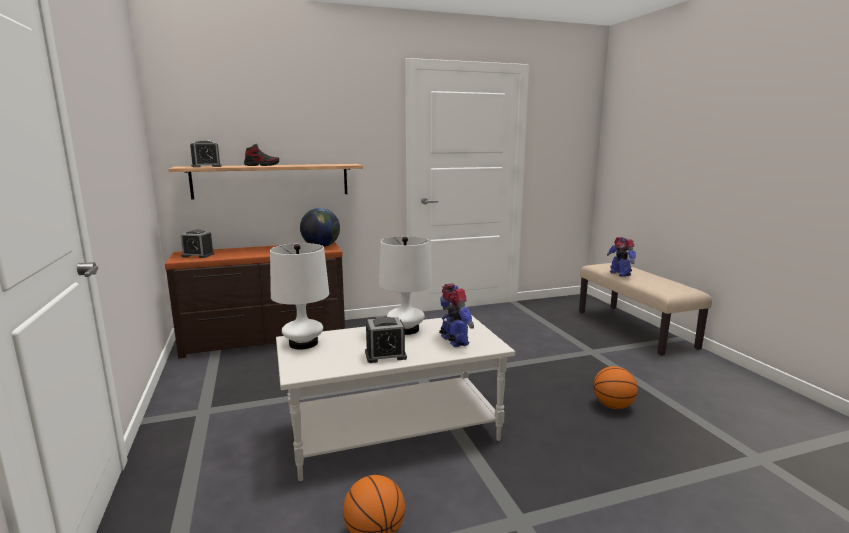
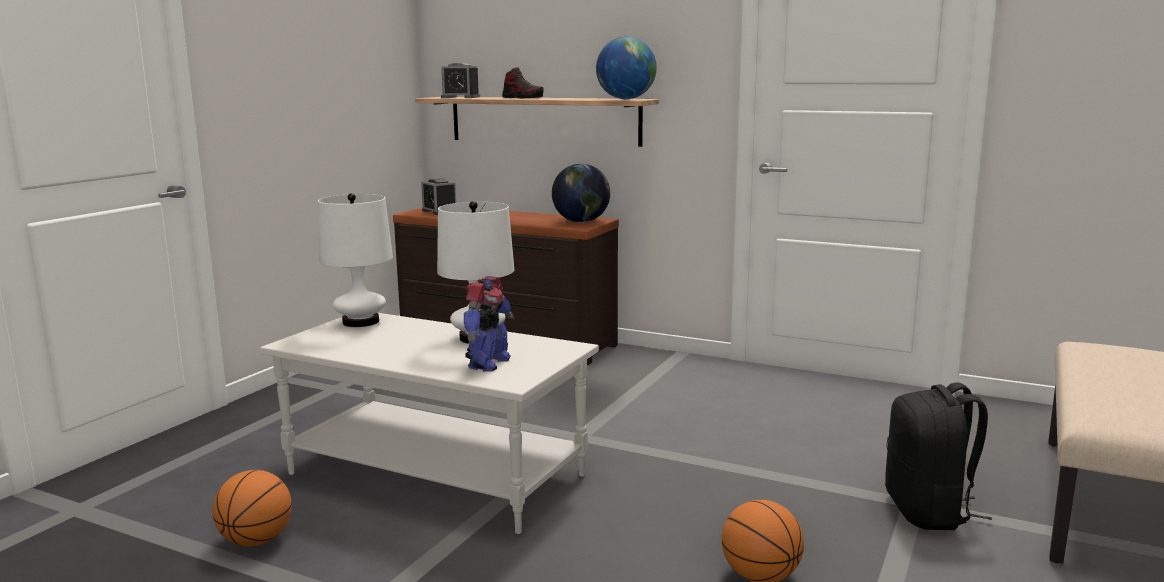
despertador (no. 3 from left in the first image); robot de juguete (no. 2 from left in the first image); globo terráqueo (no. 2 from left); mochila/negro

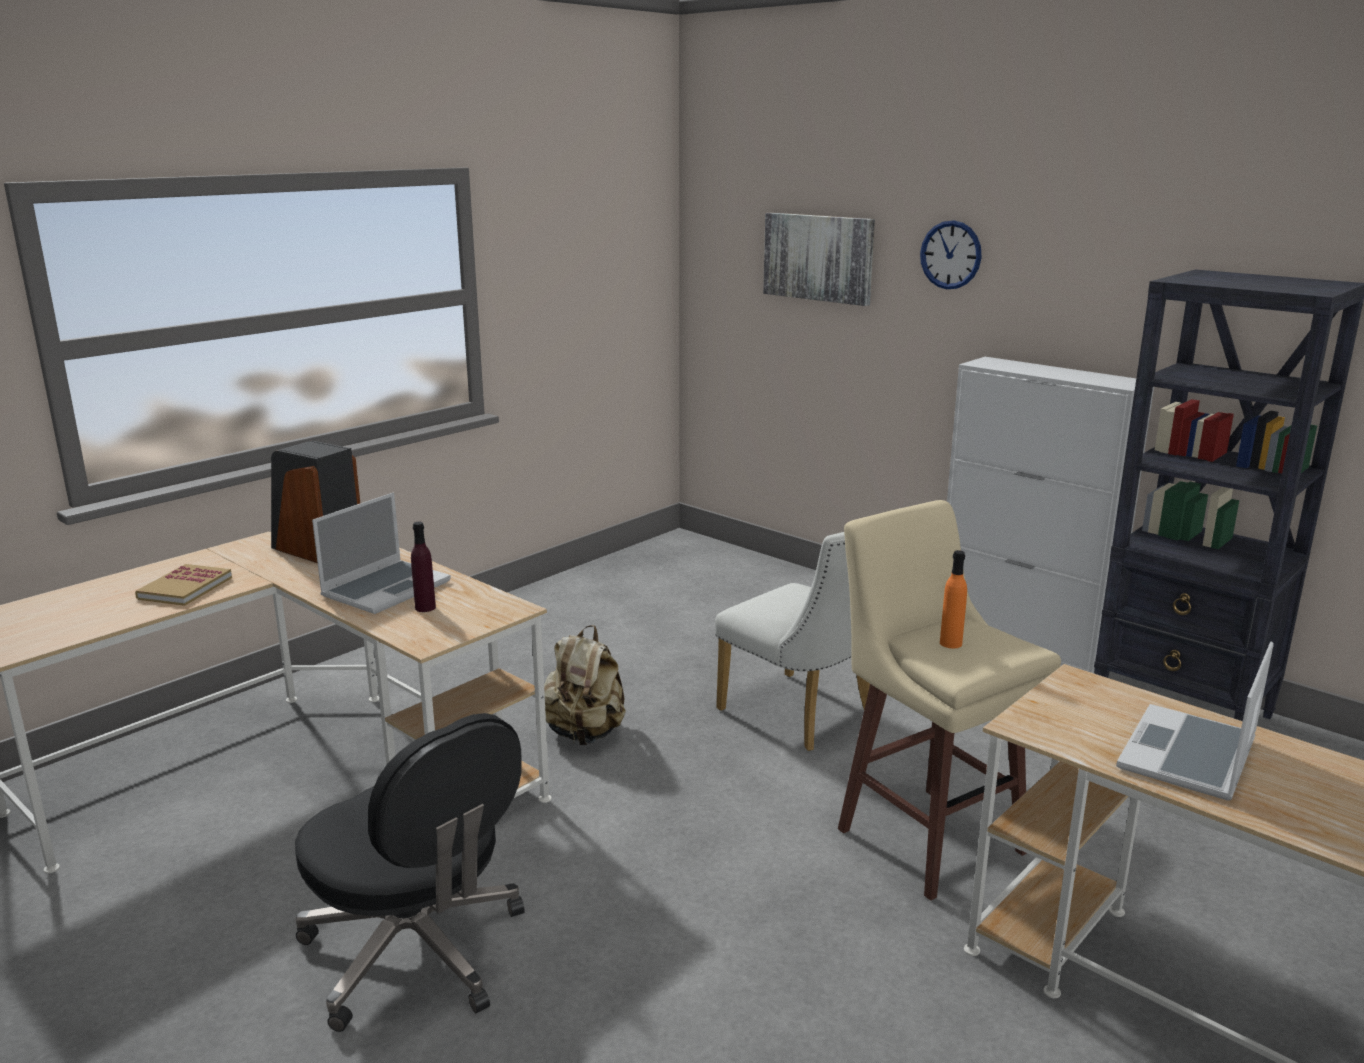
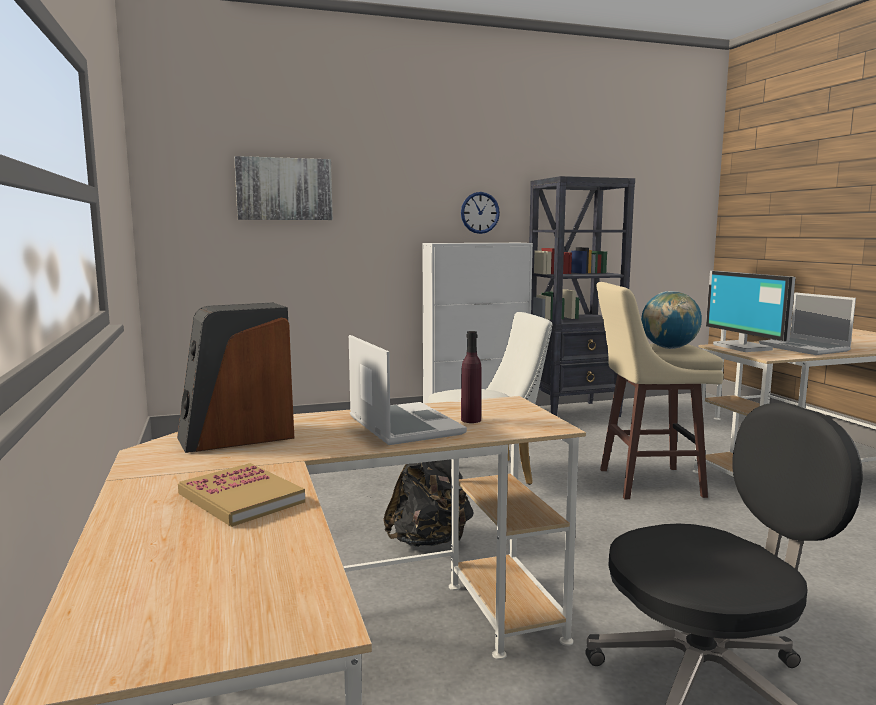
mochila/negro; reloj de pared; globo terráqueo; monitor

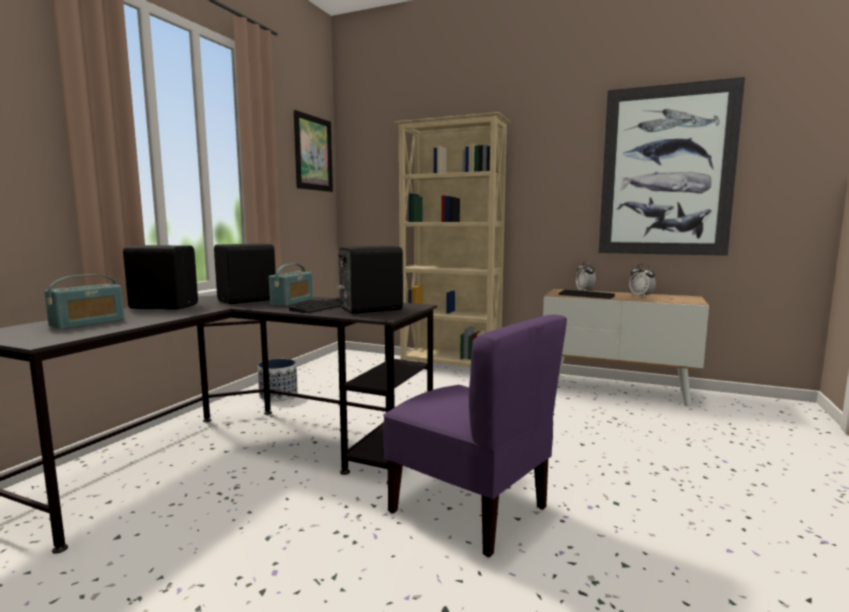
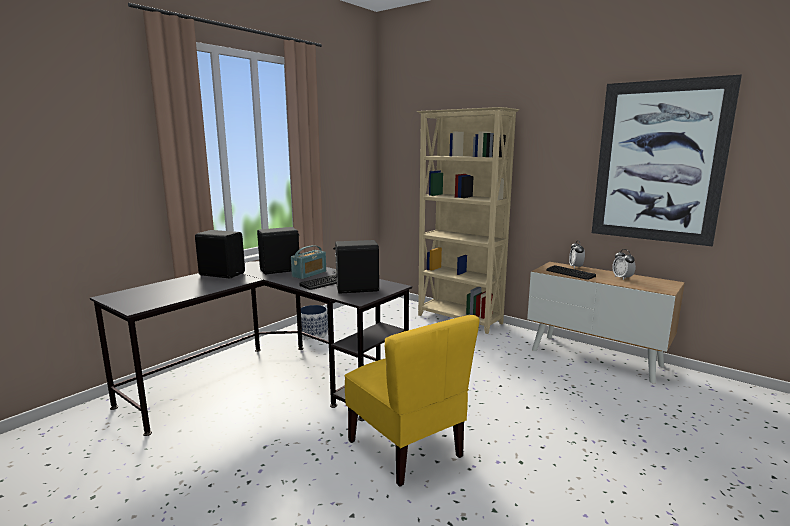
radio (no. 1 from left in the first image); cuadro (no. 1 from left in the first image); silla/amarillo

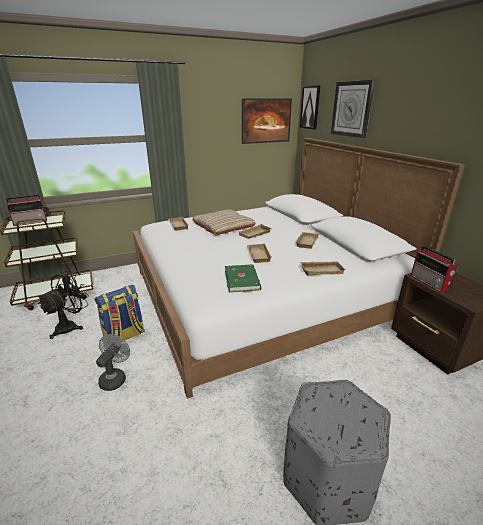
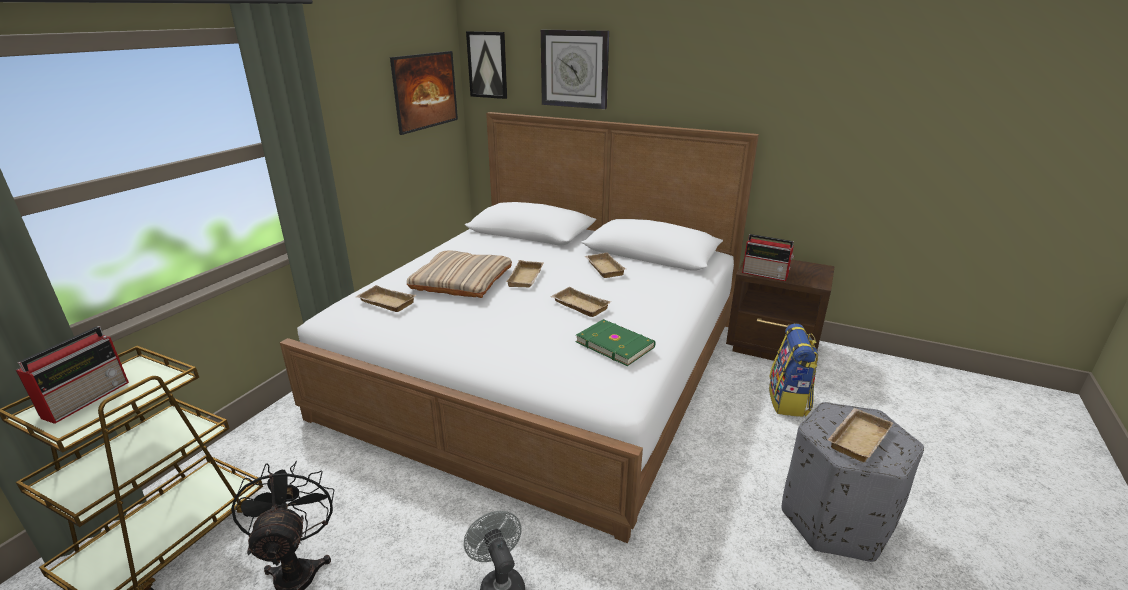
mochila; bandeja/beis (no. 5 from left)

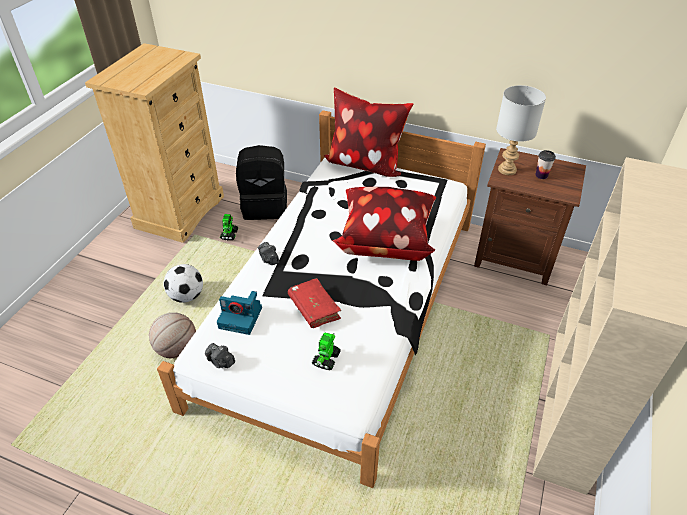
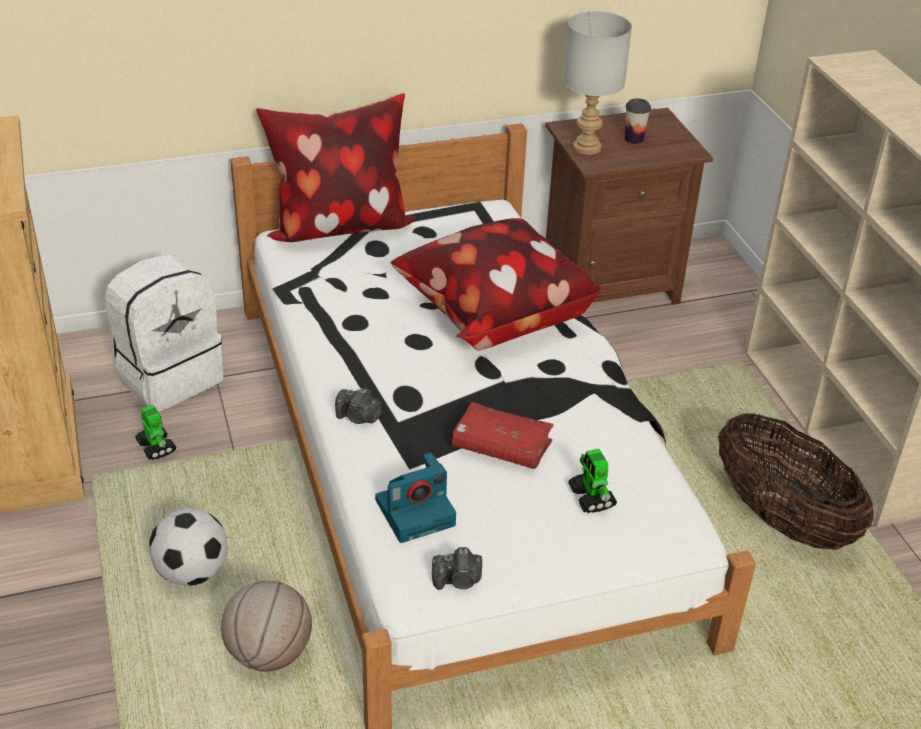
mochila/blanco; cesta

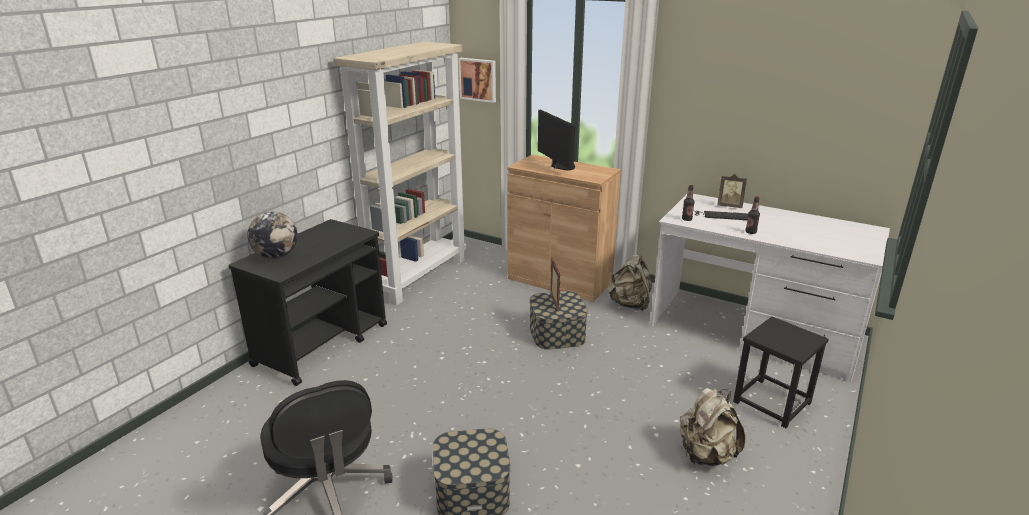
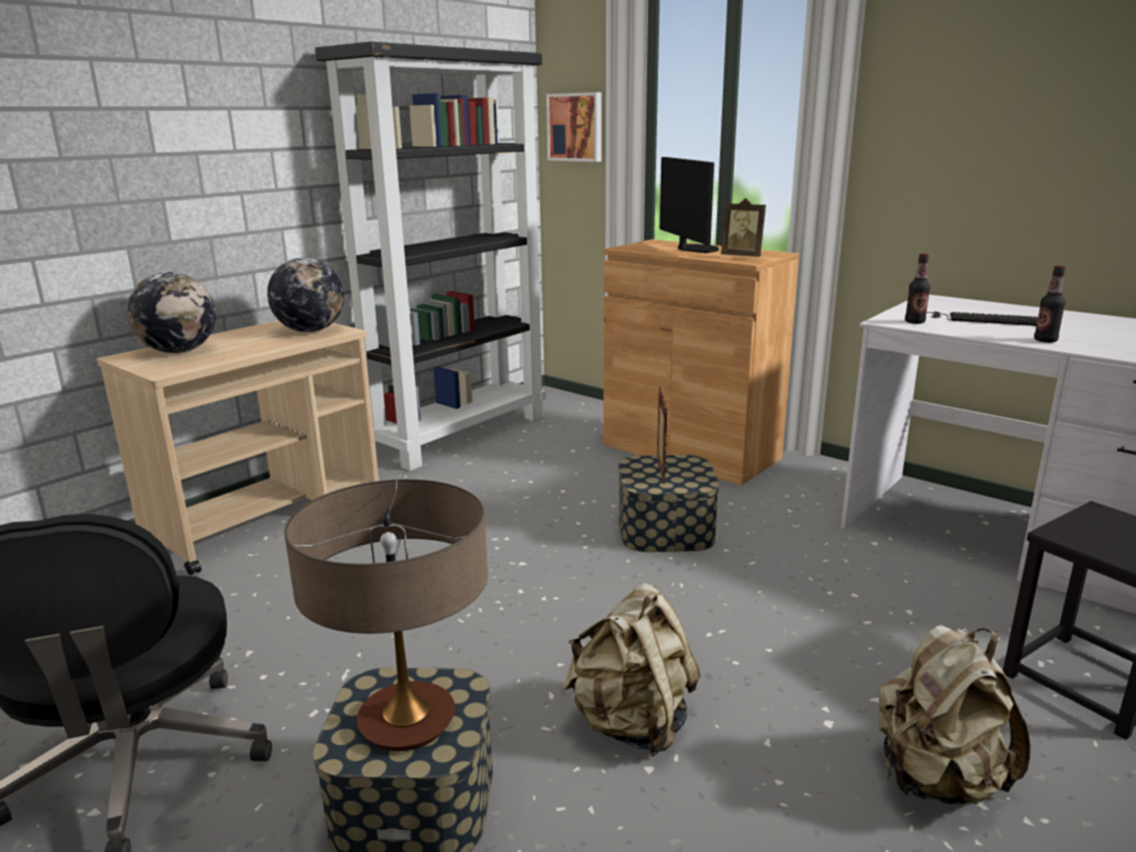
carrito/beis; estantería/negro; mochila/beis (no. 1 from left); portarretratos (no. 2 from left); globo terráqueo (no. 2 from left); lámpara de mesa

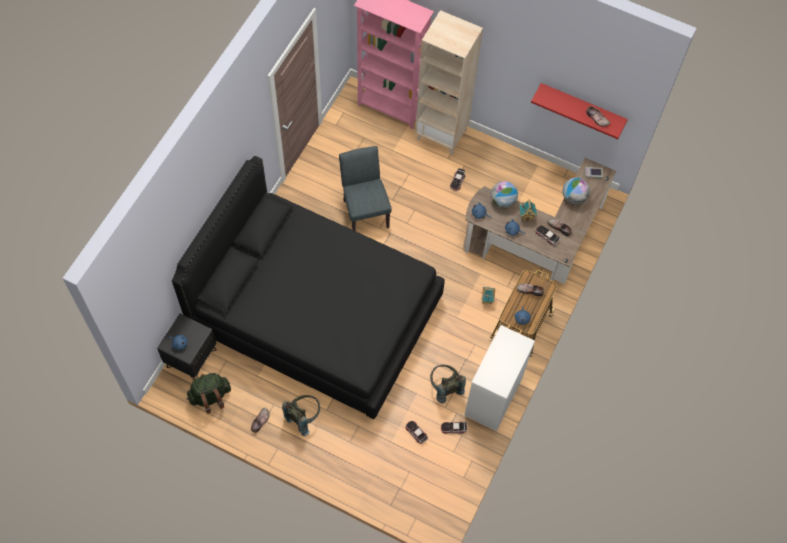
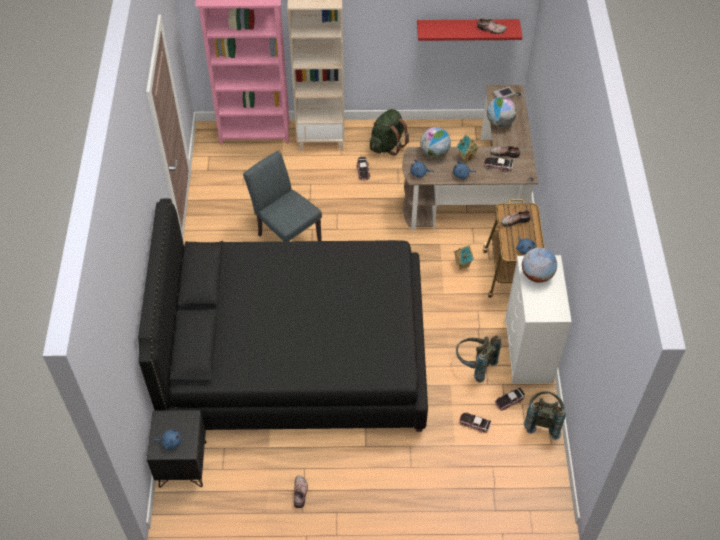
mochila/verde; mochila/gris (no. 2 from left); globo terráqueo (no. 3 from left)

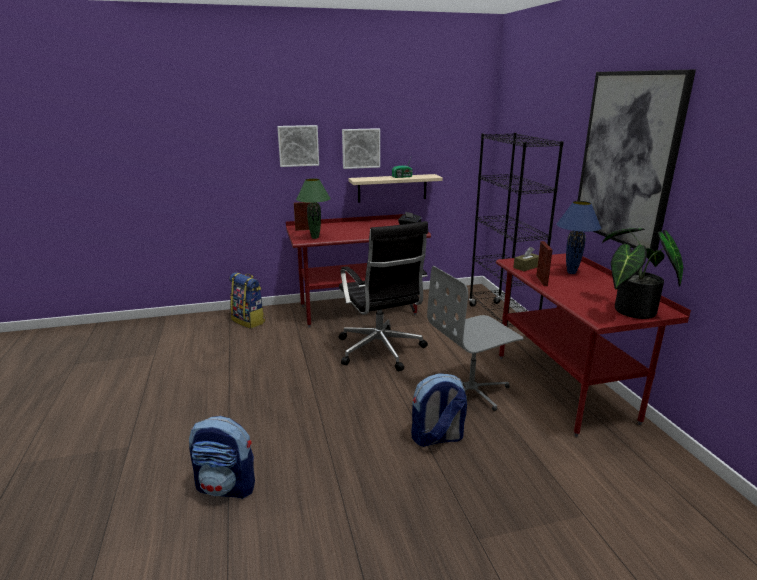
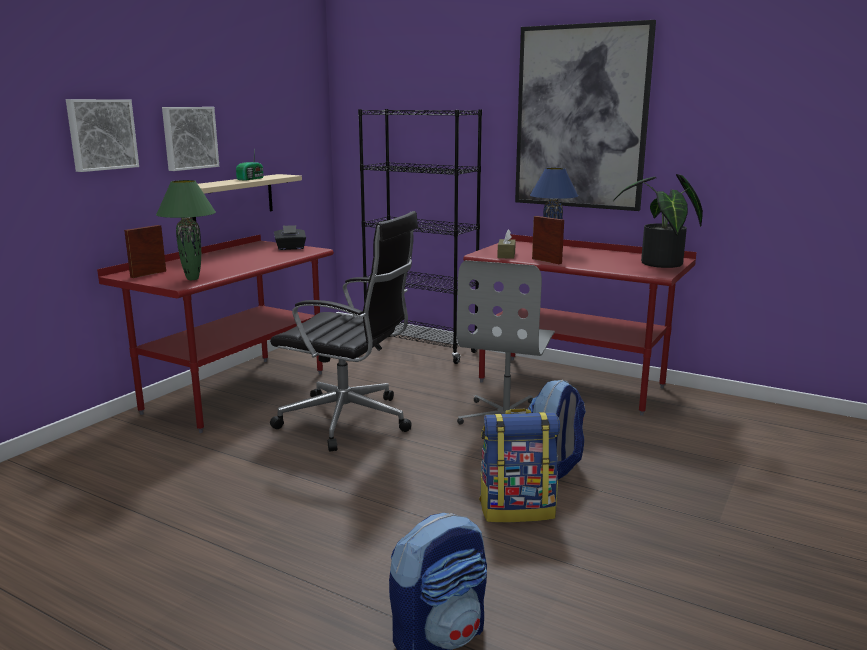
mochila (no. 2 from left)

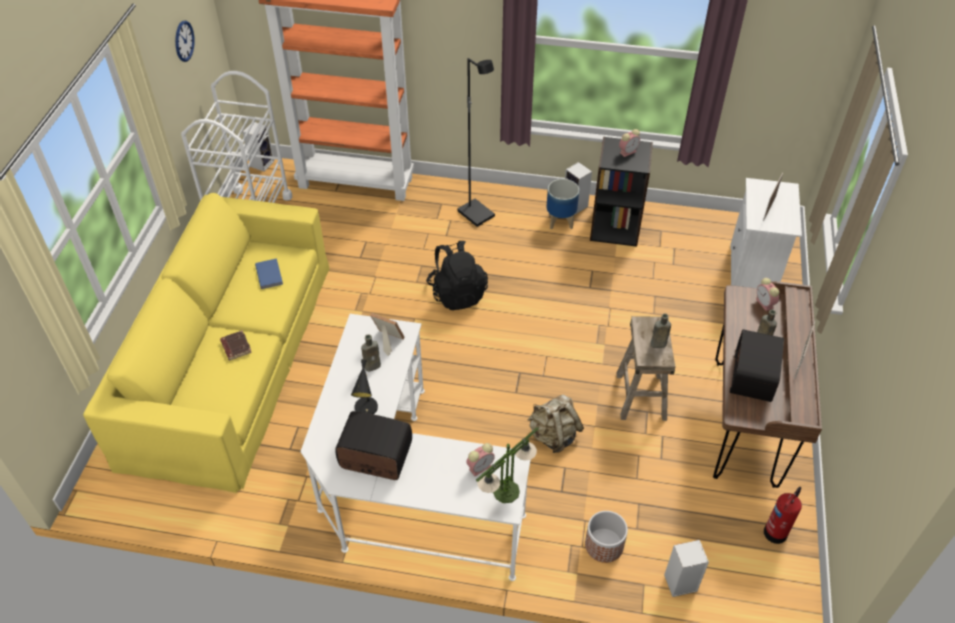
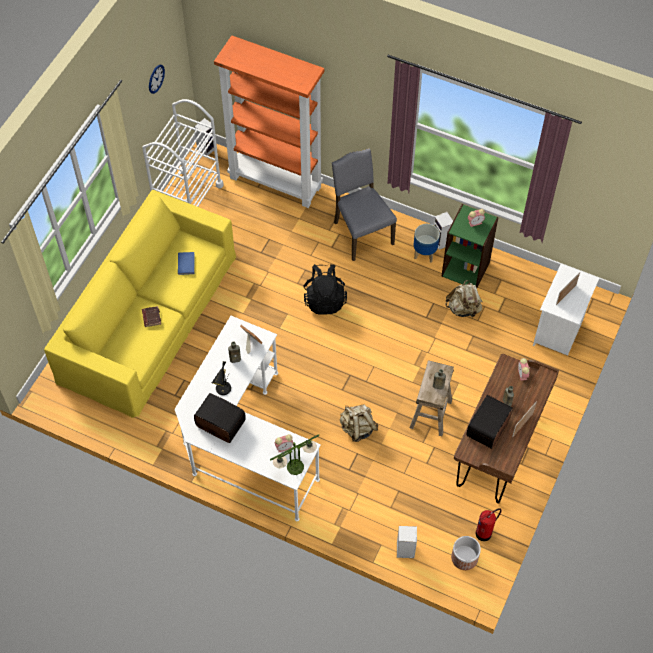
silla/gris; maceta (no. 2 from left); estantería/verde; mochila/beis (no. 2 from left)

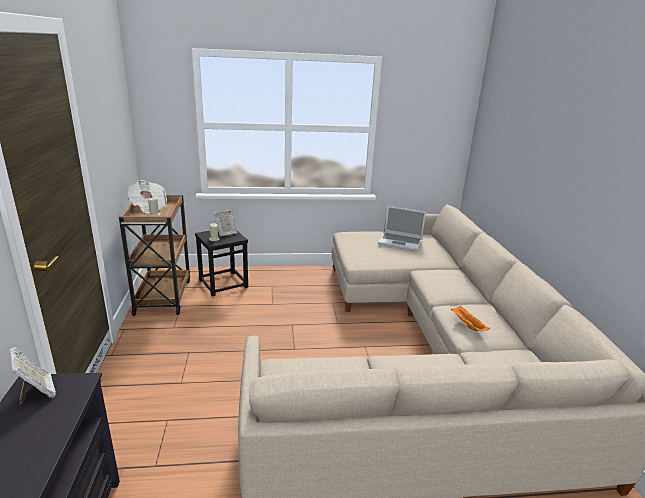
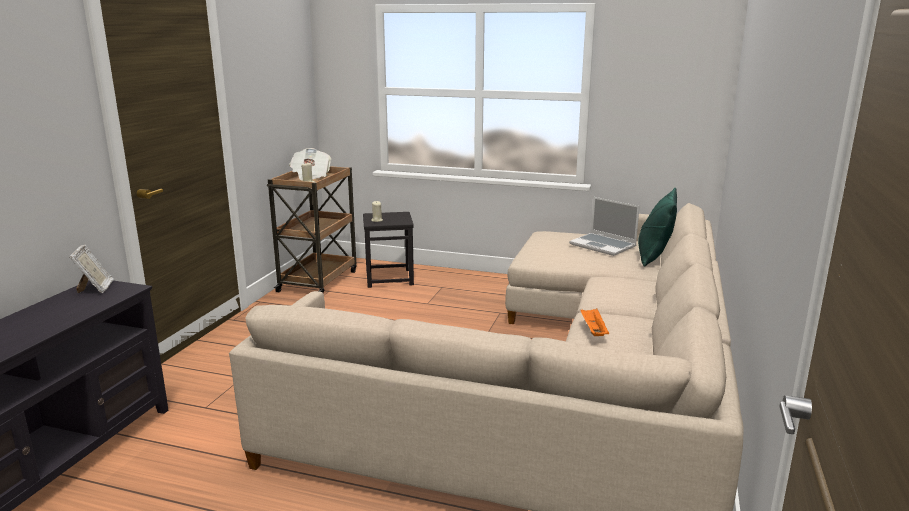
portarretratos (no. 2 from left in the first image); cojín/verde

